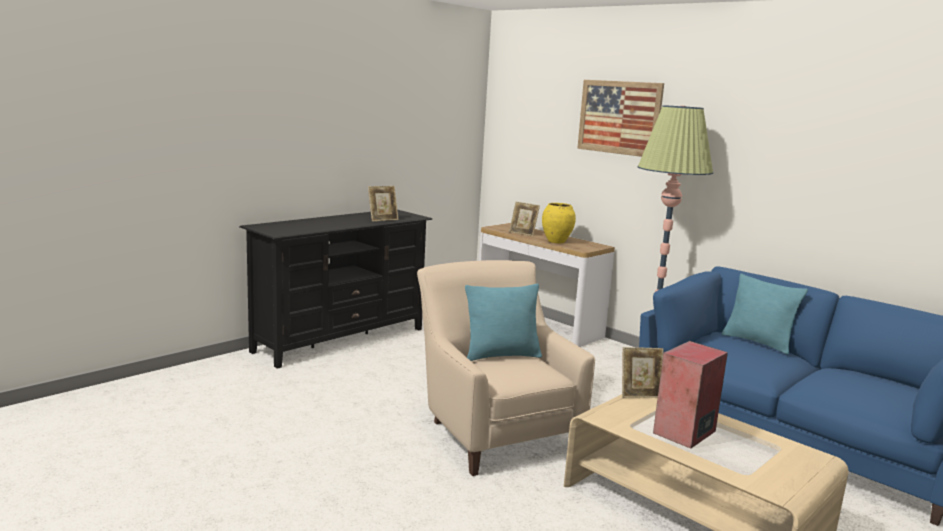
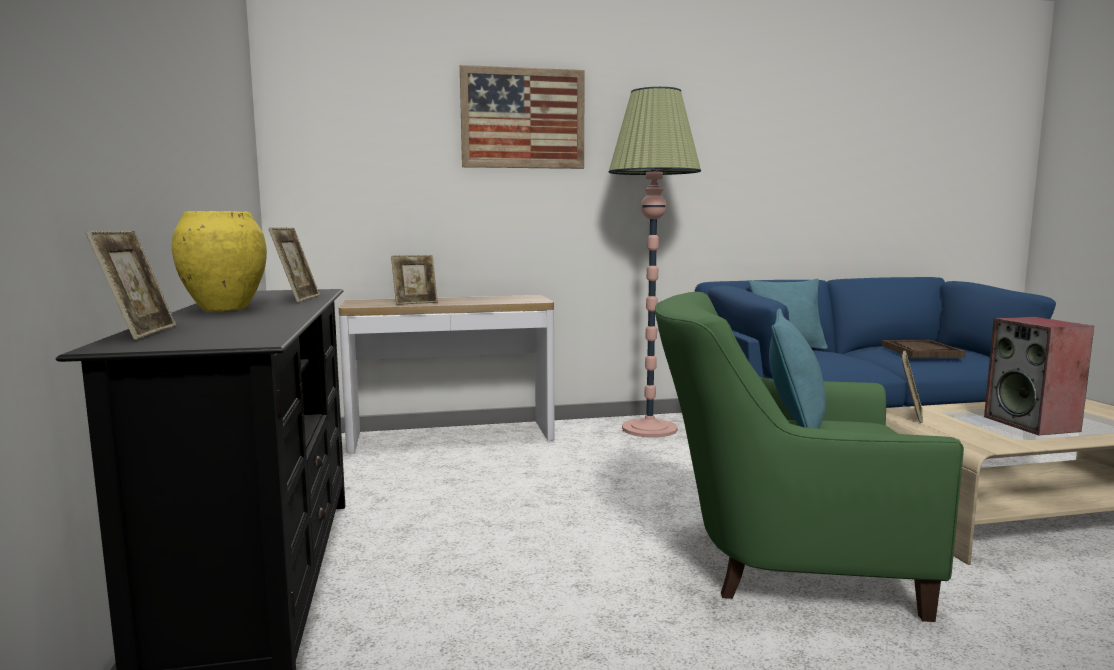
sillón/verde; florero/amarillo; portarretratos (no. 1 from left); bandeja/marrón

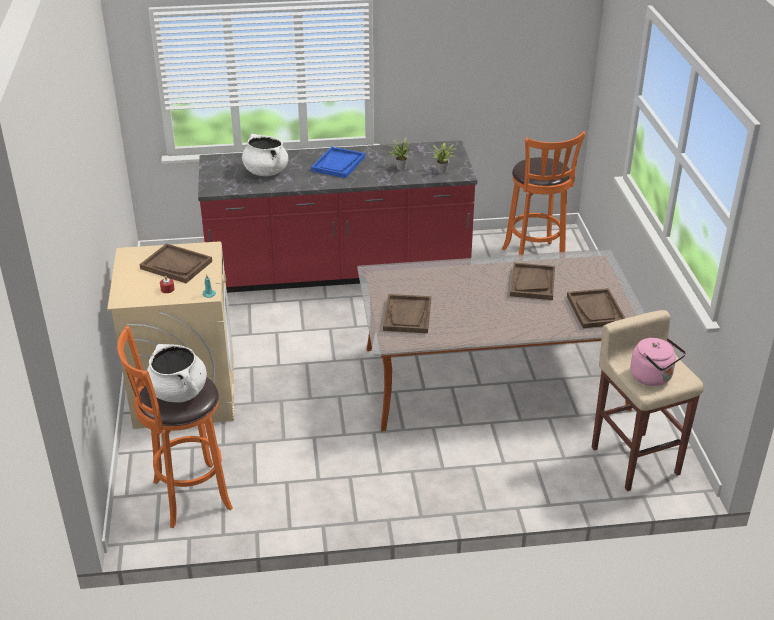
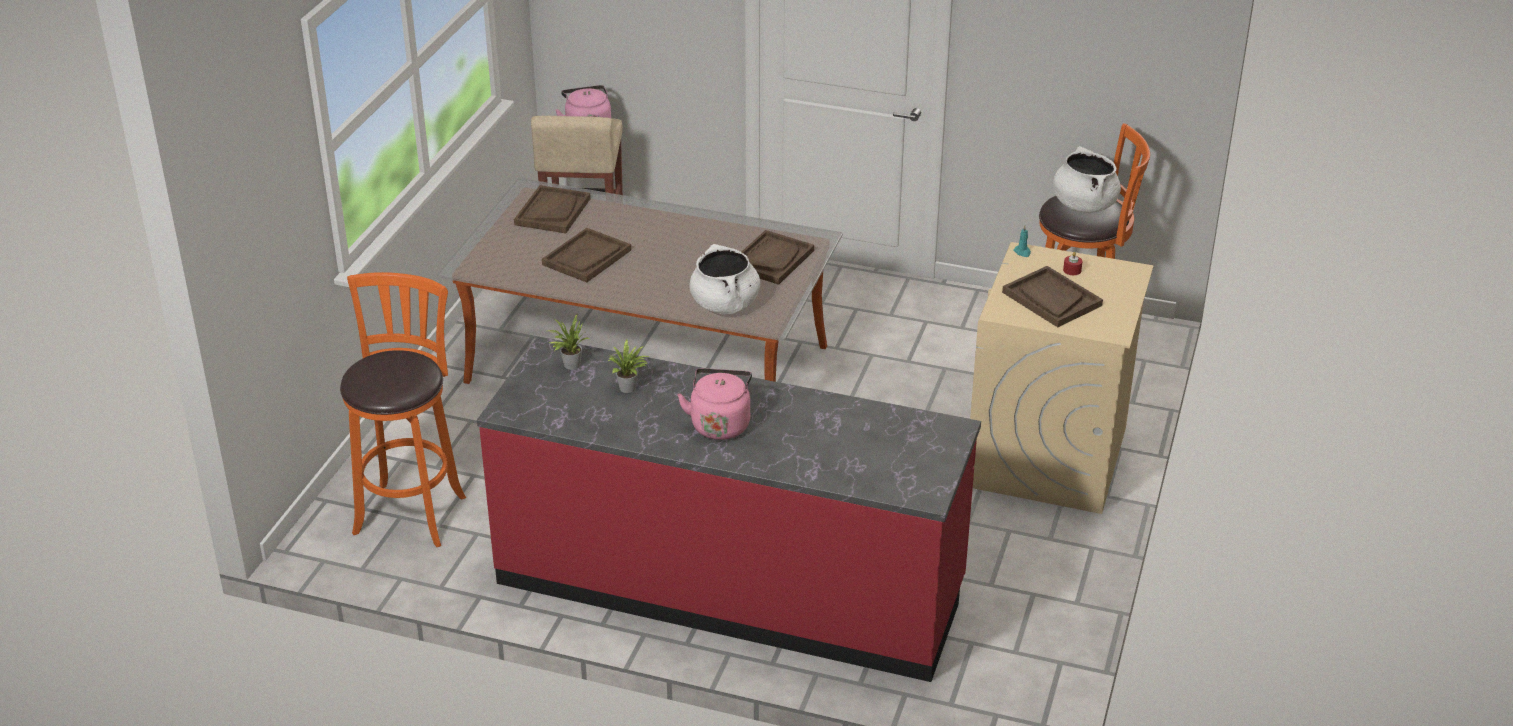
olla/blanco (no. 1 from left); hervidor/rosa (no. 2 from left)

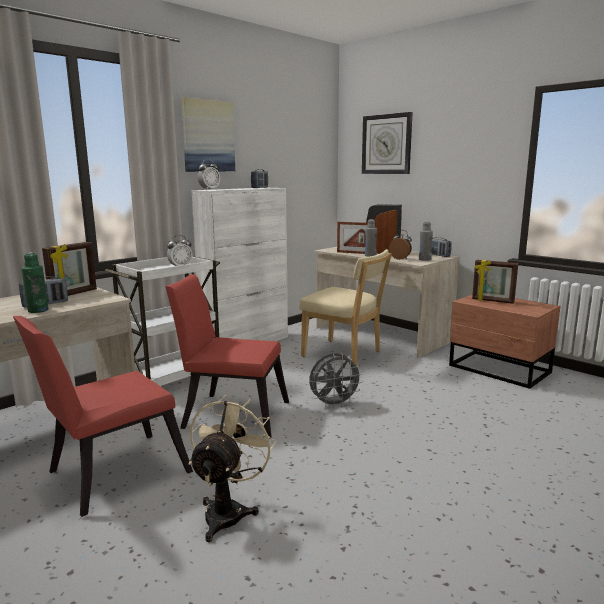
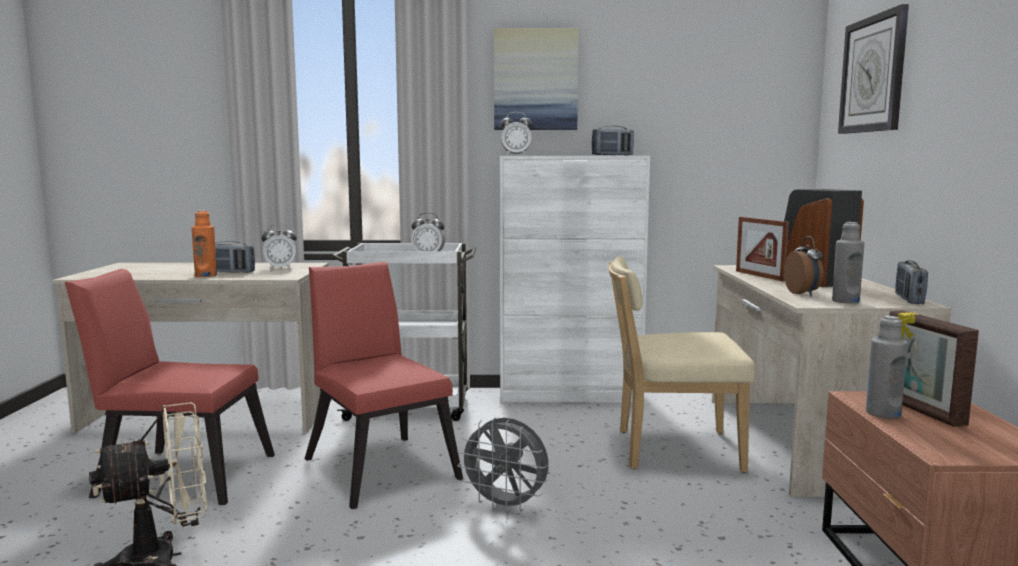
botella/naranja; despertador (no. 1 from left); silla/beis; botella/gris (no. 2 from left)

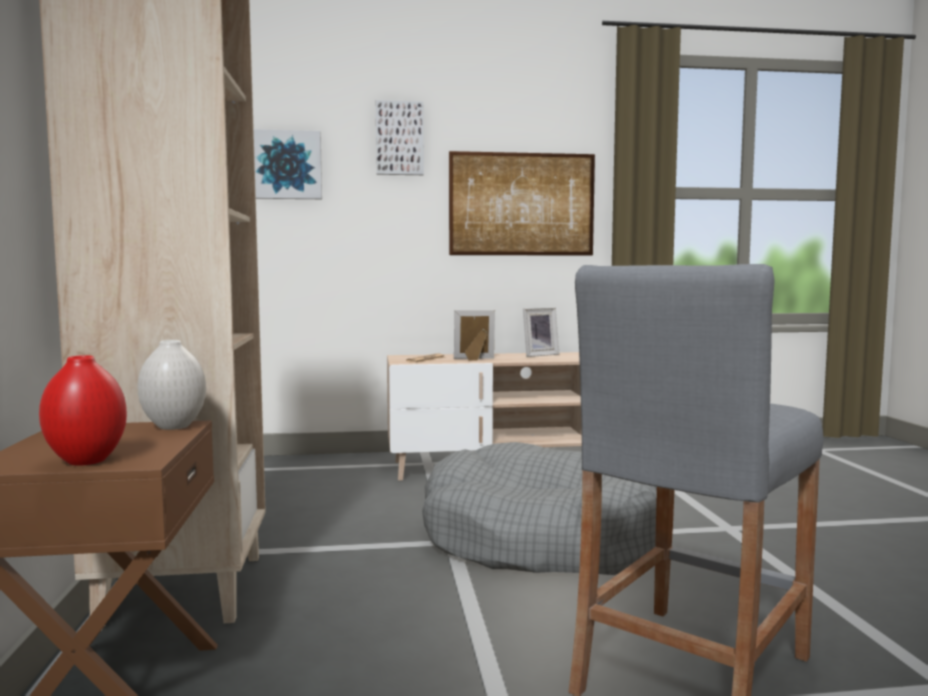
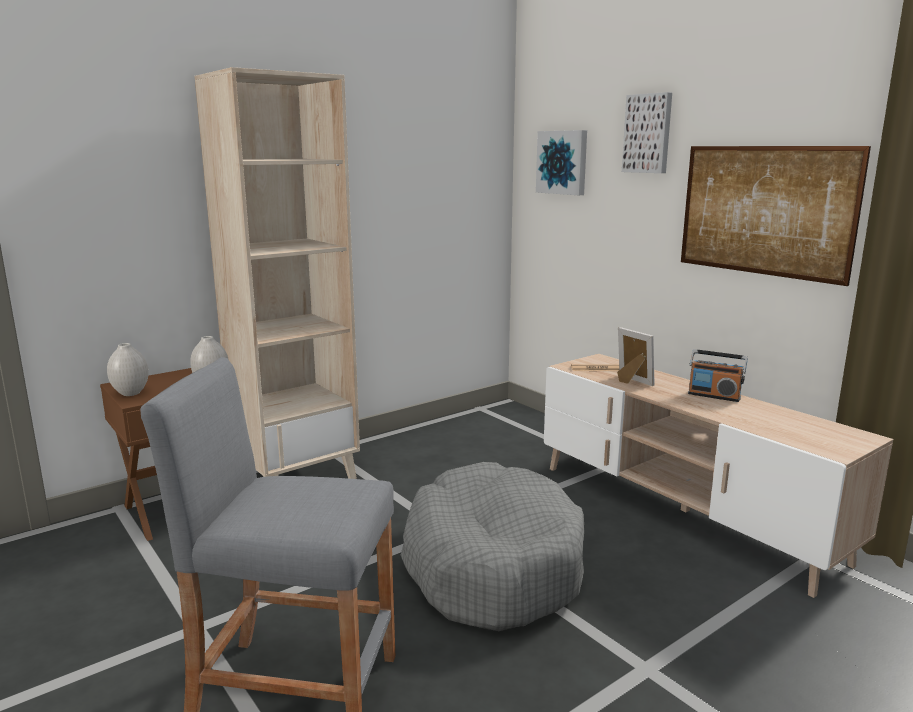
florero/blanco (no. 1 from left); radio

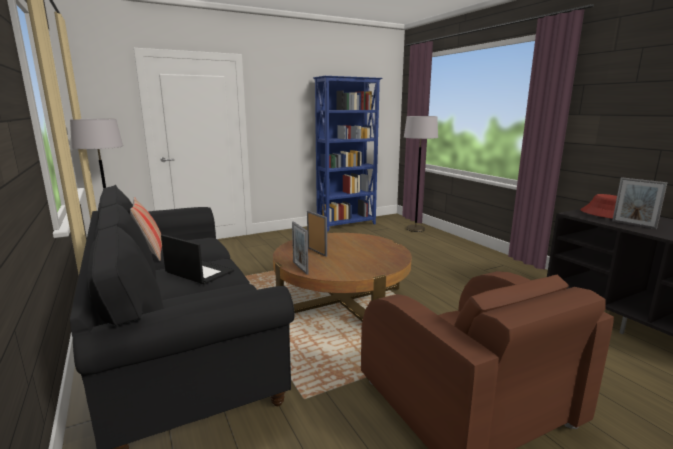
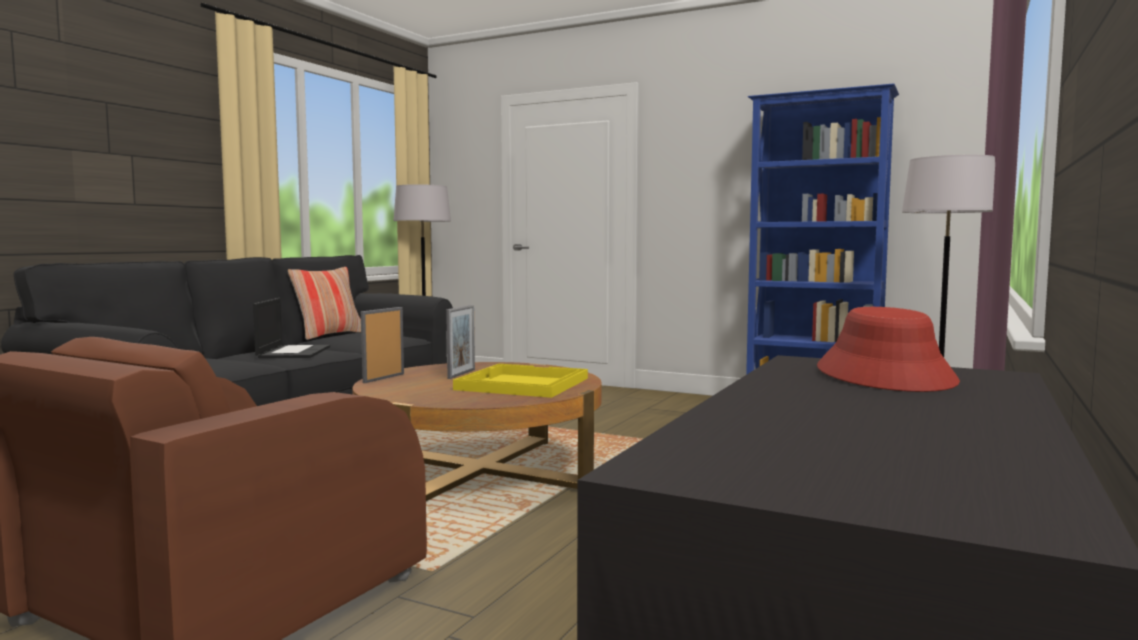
portarretratos (no. 3 from left in the first image); bandeja/amarillo

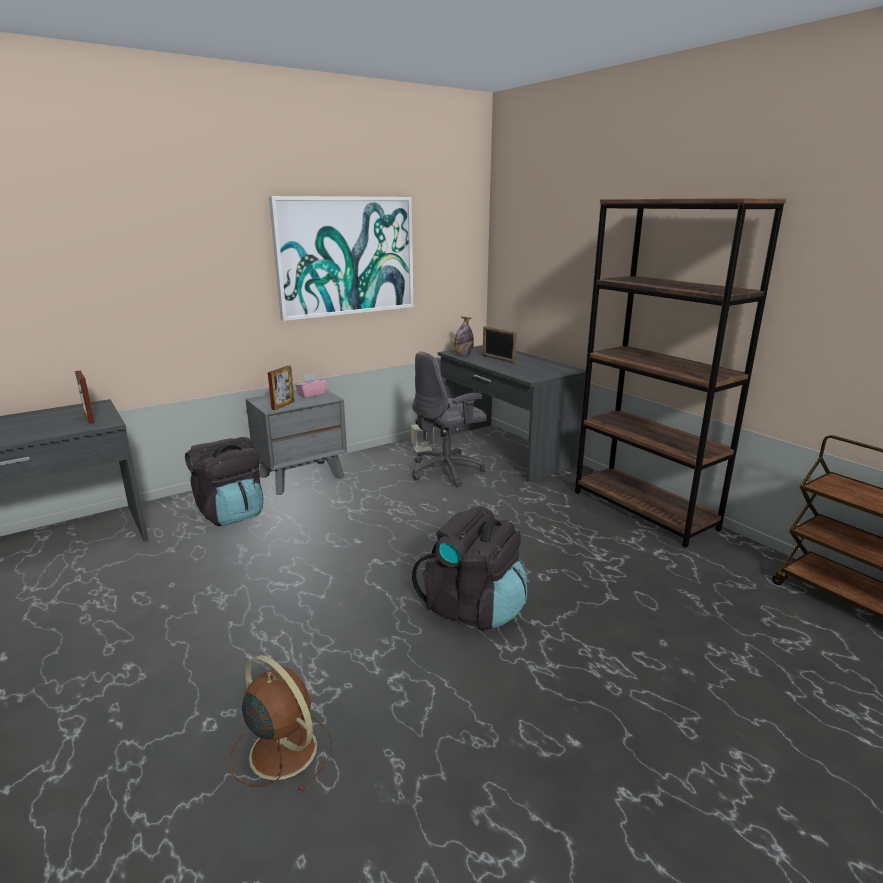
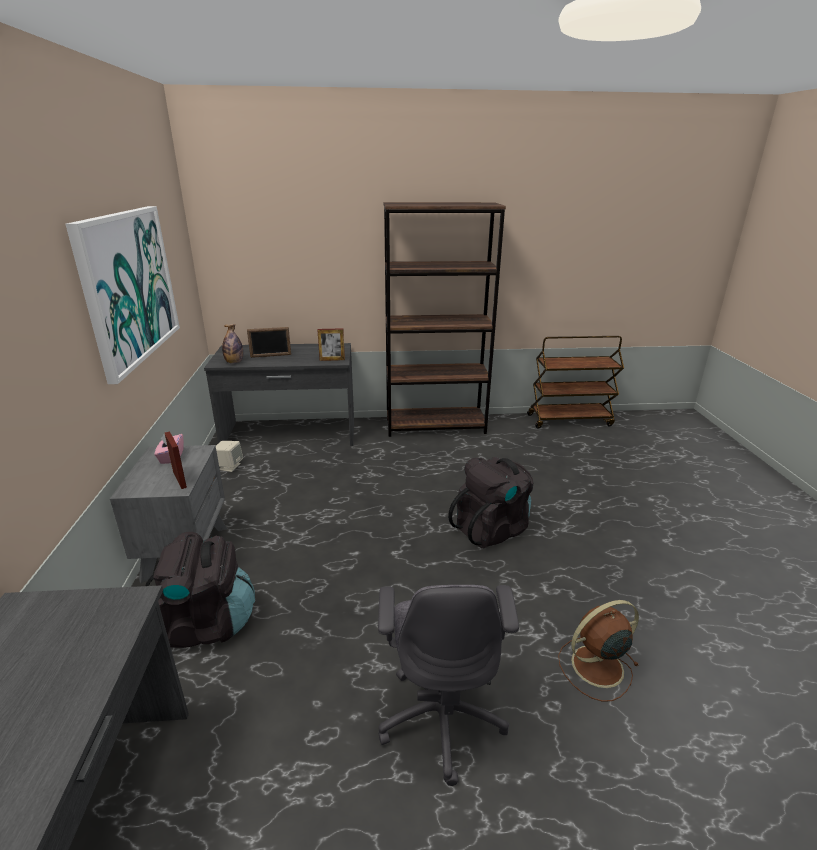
portarretratos (no. 3 from left); silla de oficina/gris

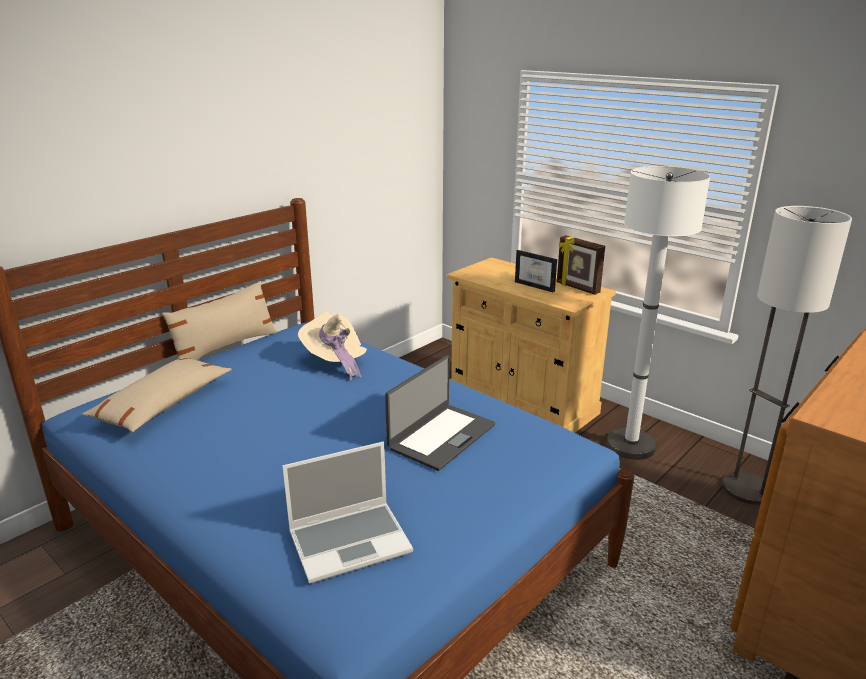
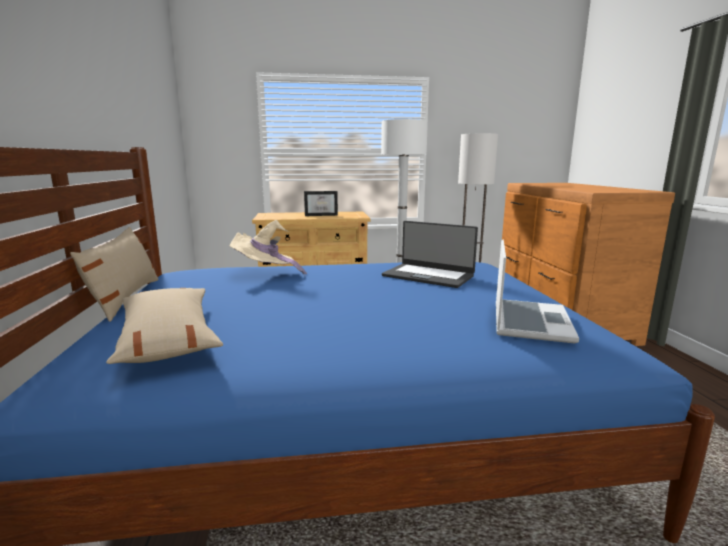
portátil (no. 1 from left); portarretratos (no. 2 from left in the first image)

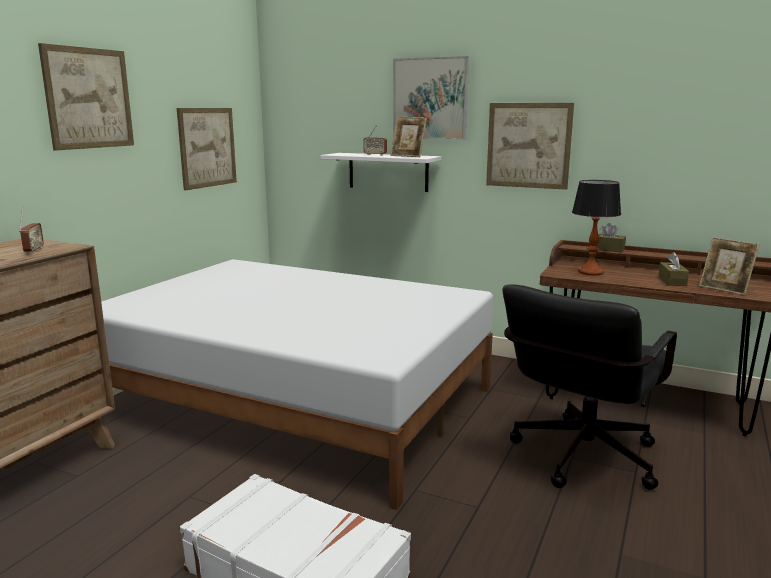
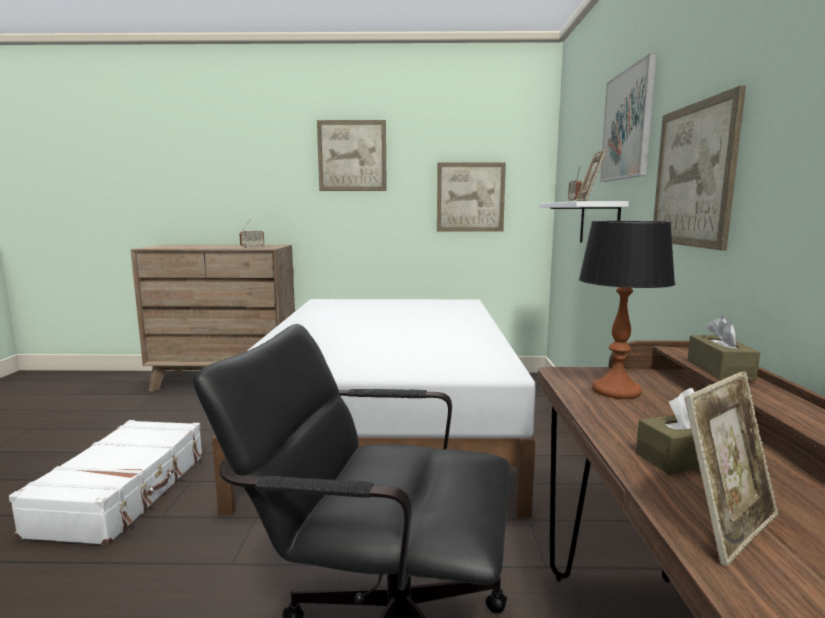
portarretratos (no. 2 from left)

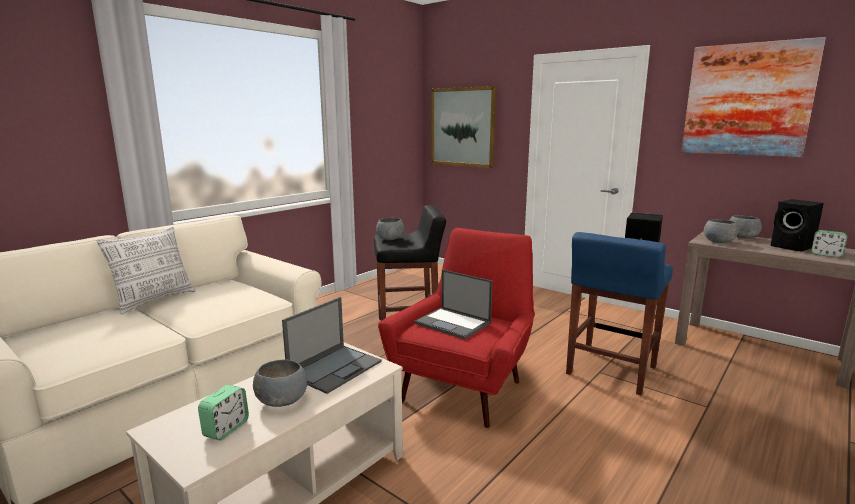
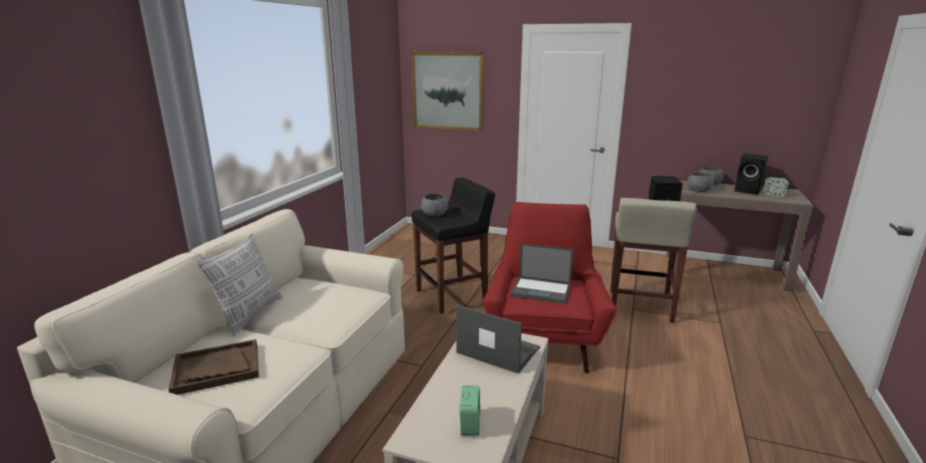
cuenco/gris (no. 1 from left in the first image); portátil (no. 1 from left); taburete/beis; cuadro (no. 2 from left in the first image); bandeja/marrón

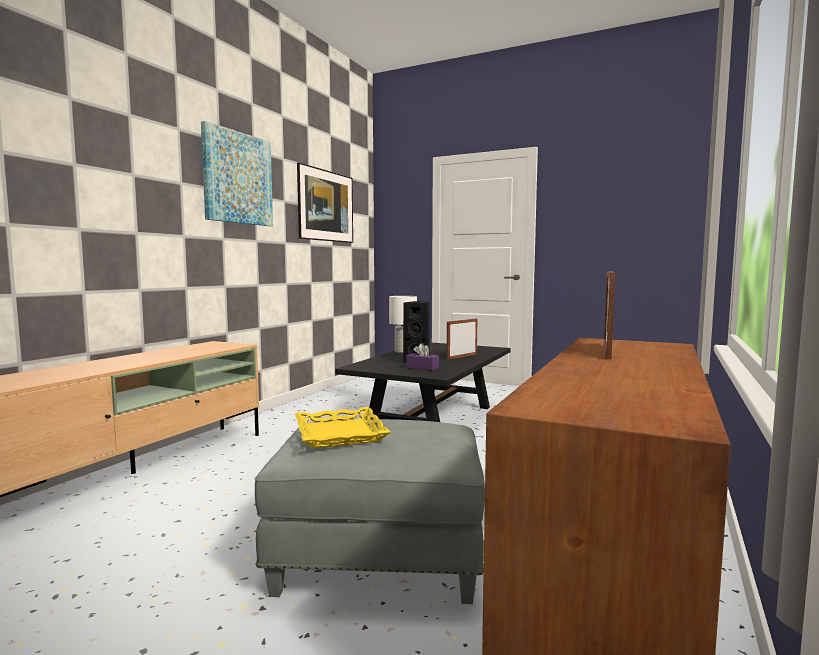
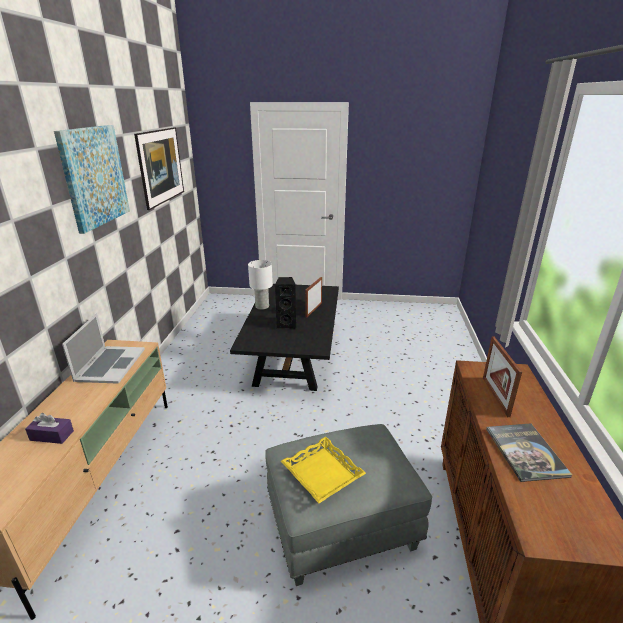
caja de pañuelos/morado; portátil; libro

